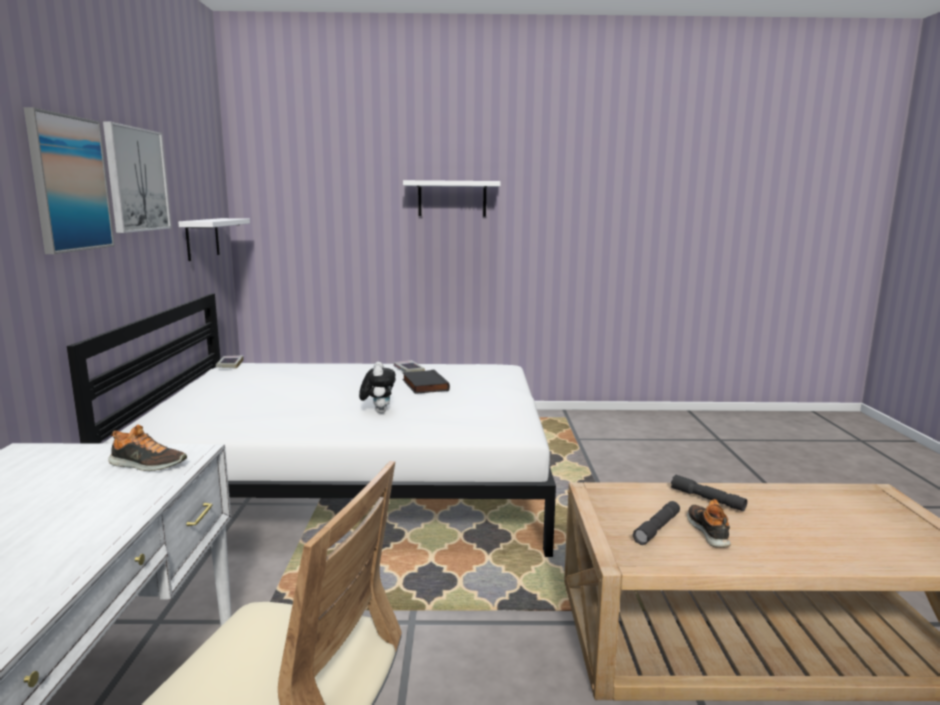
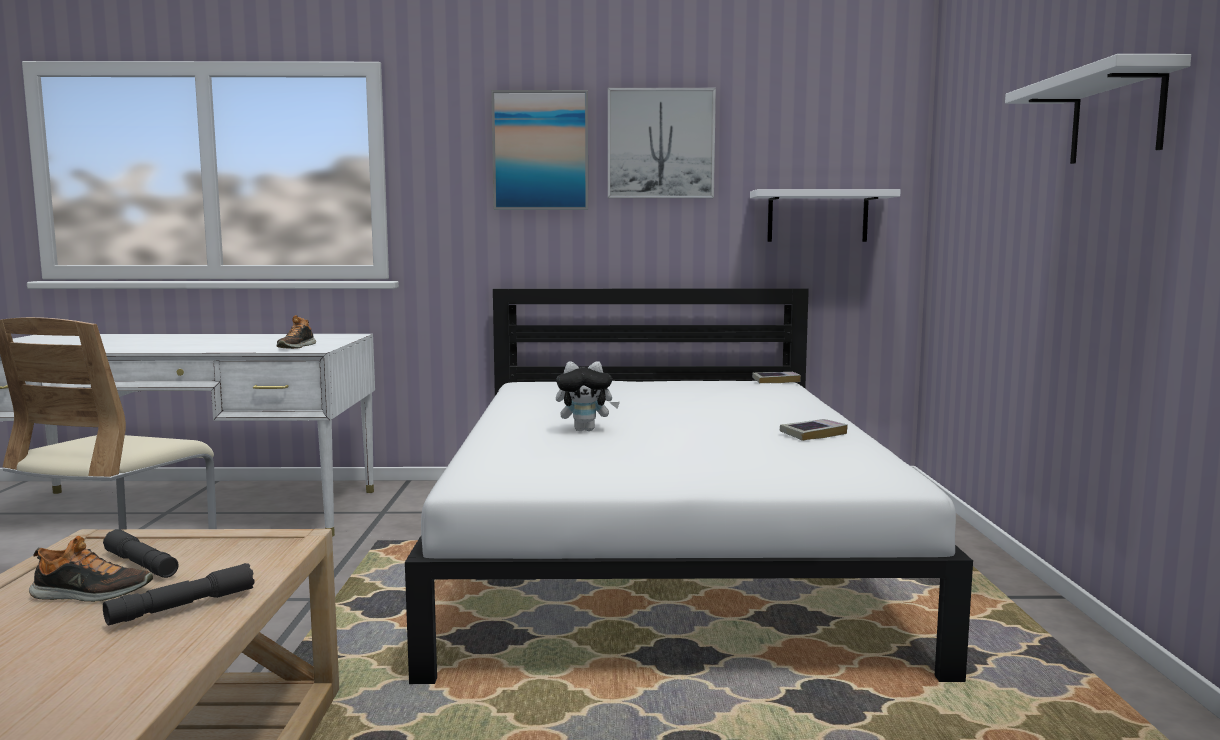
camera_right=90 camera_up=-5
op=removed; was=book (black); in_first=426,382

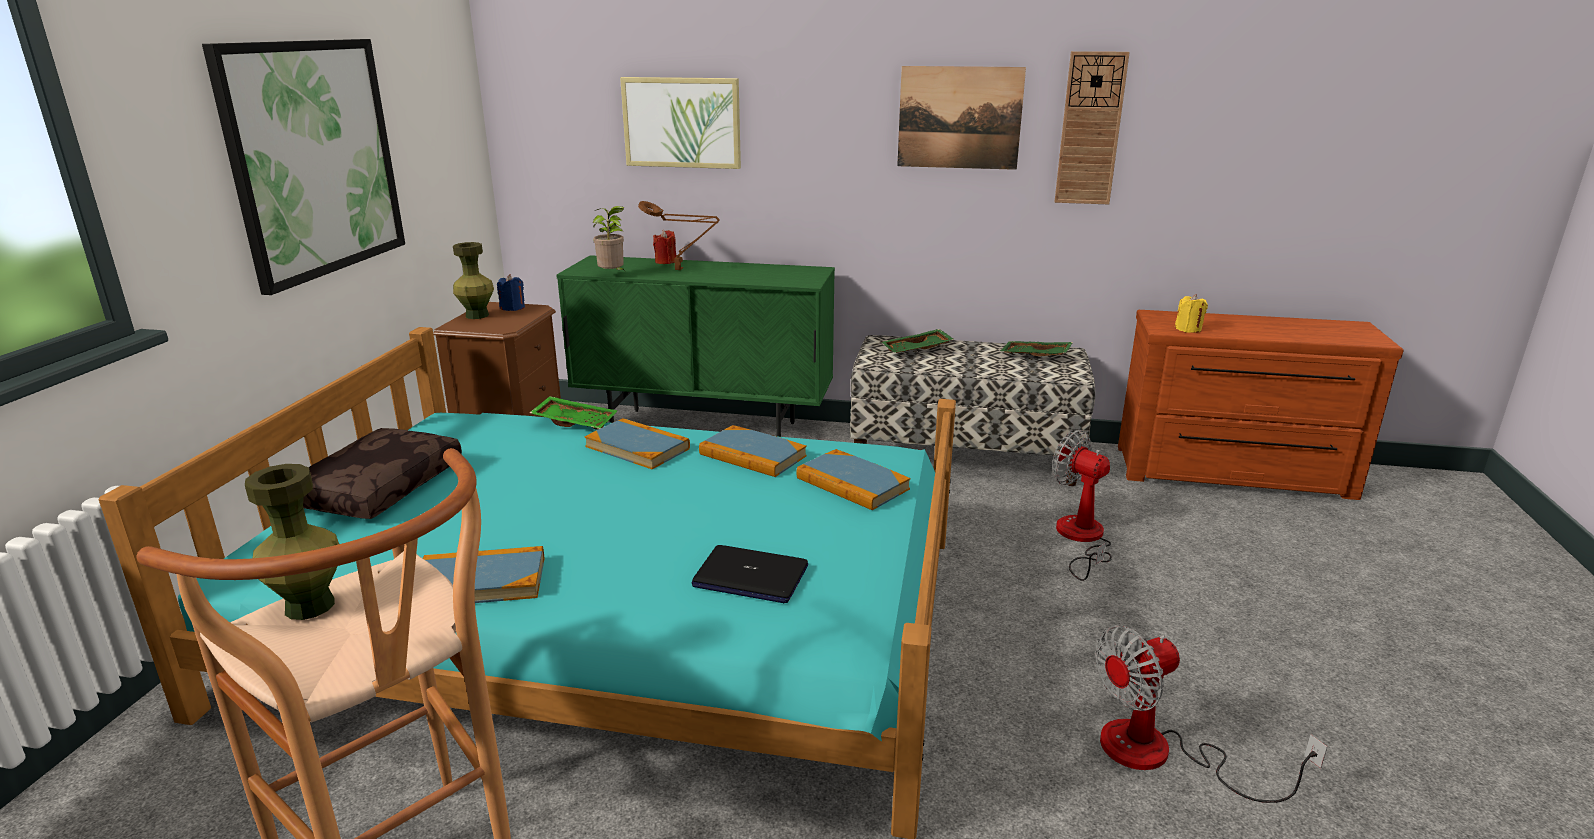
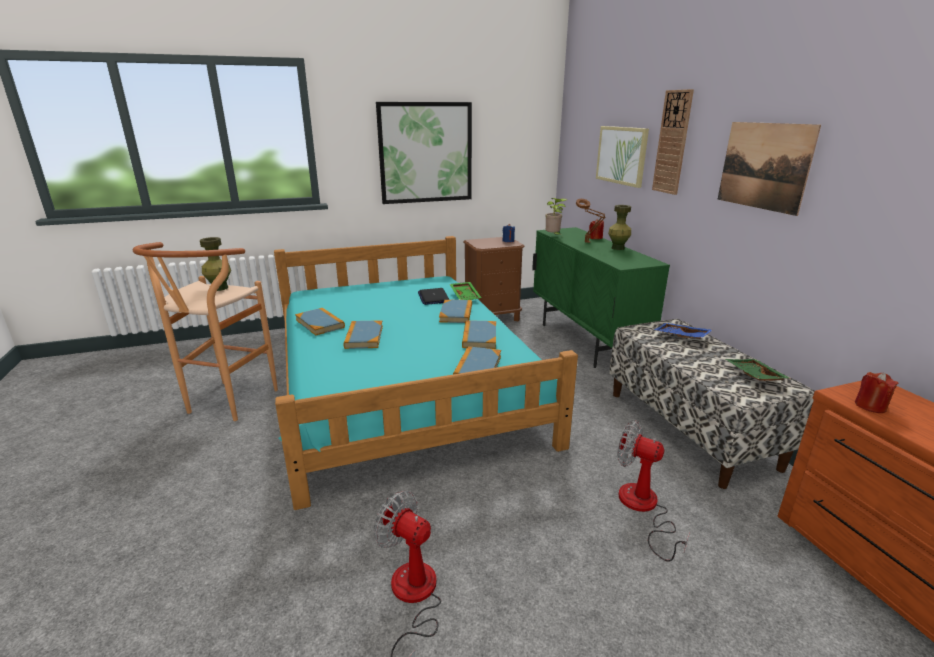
camera_right=60 camera_up=0
op=removed; was=pillow (brown); in_first=382,473
op=added; now=book; in_second=363,335
op=moved; was=vase (green); in_first=473,280; in_second=619,227
op=moved; was=laptop; in_first=749,574; in_second=433,296
op=moved; was=wall clock; in_first=1092,127; in_second=673,142
op=recoloured; was=tray (green); now=tray (blue); in_first=918,341; in_second=683,331
op=recoloured; was=candle (yellow); now=candle (red); in_first=1191,313; in_second=876,392
op=turned; was=fan; in_first=1082,505; in_second=653,491; clockwise=-75

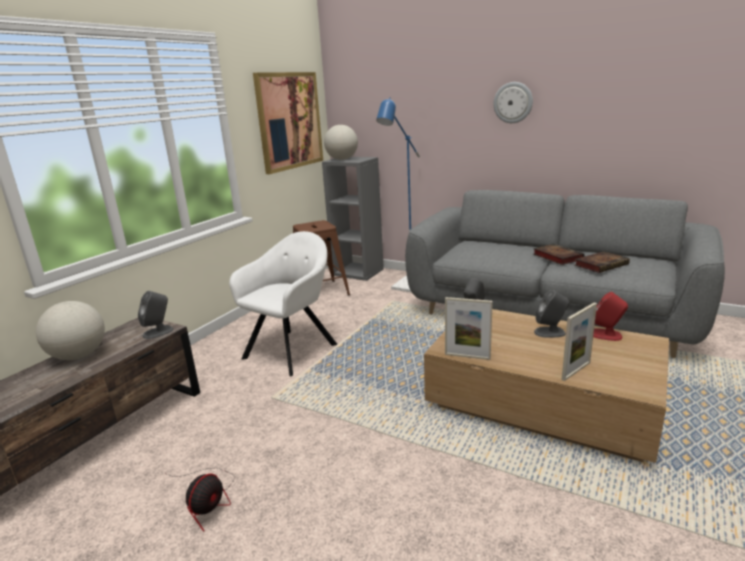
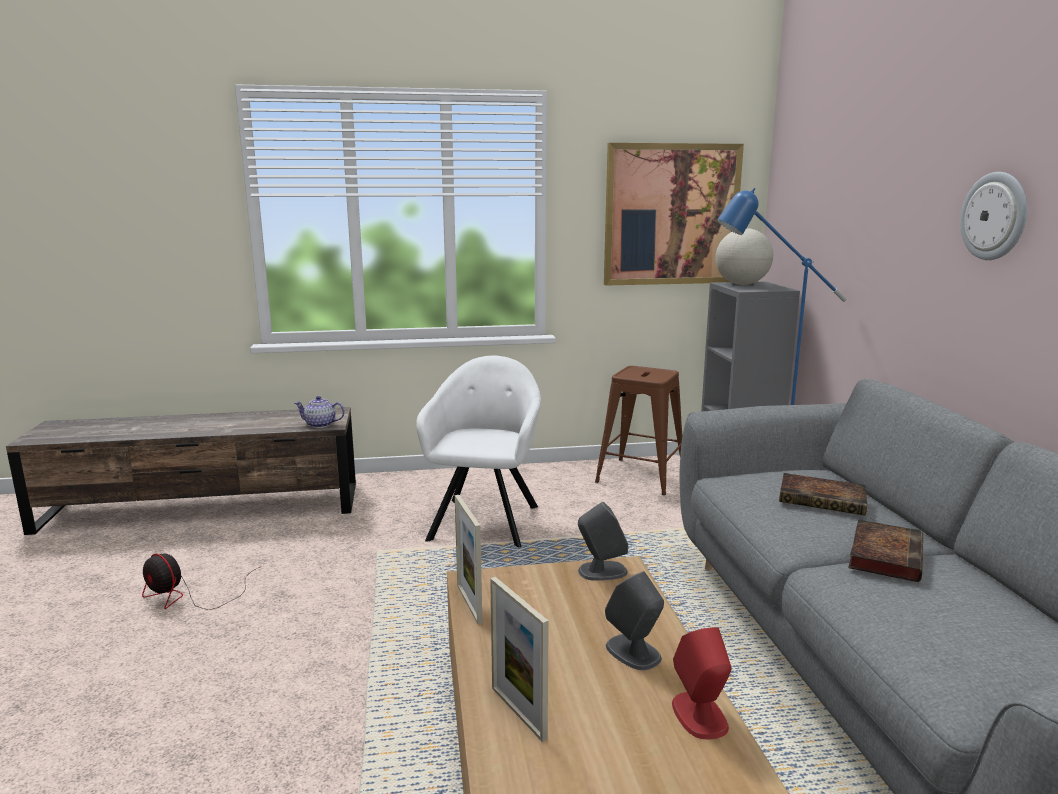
camera_right=50 camera_up=-5
op=removed; was=globe; in_first=70,330
op=moved; was=book; in_first=602,262; in_second=823,494
op=replaced; was=speaker (grey); now=teapot; in_first=156,315; in_second=320,412
op=turned; was=fan; in_first=200,499; in_second=202,581; clockwise=45
op=turned; was=armchair (white); in_first=283,303; in_second=478,451; clockwise=-75
op=turned; was=picture frame; in_first=579,341; in_second=519,659; clockwise=45

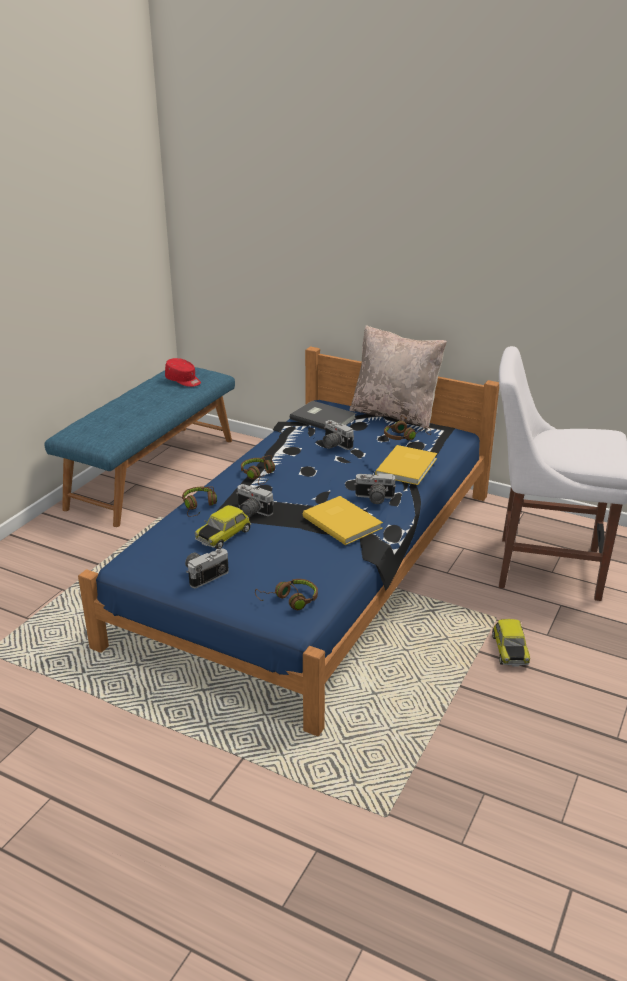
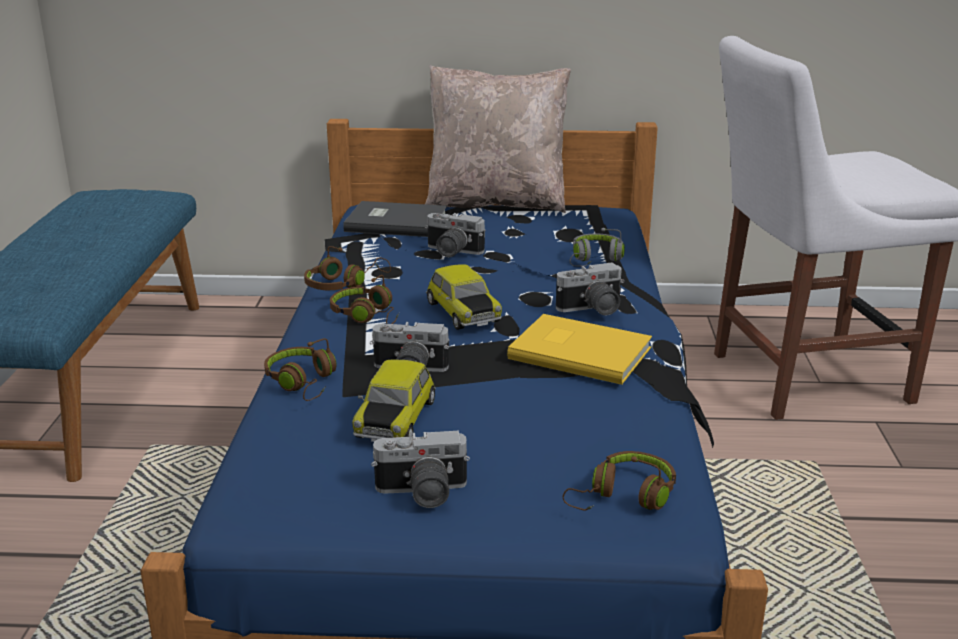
camera_right=-25 camera_up=-5
op=removed; was=cap (red); in_first=183,372
op=moved; was=headphones (brown); in_first=407,427; in_second=347,268
op=moved; was=toy car; in_first=511,642; in_second=464,297
op=replaced; was=book (yellow); now=headphones (grey); in_first=406,465; in_second=597,247
op=turned; was=photo camera; in_first=207,569; in_second=420,469; clockwise=-120

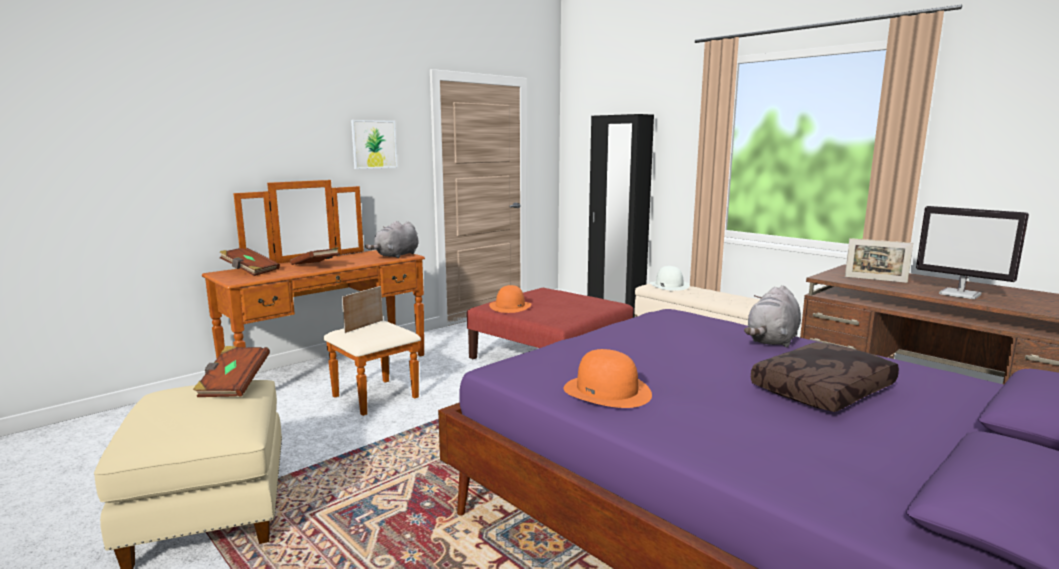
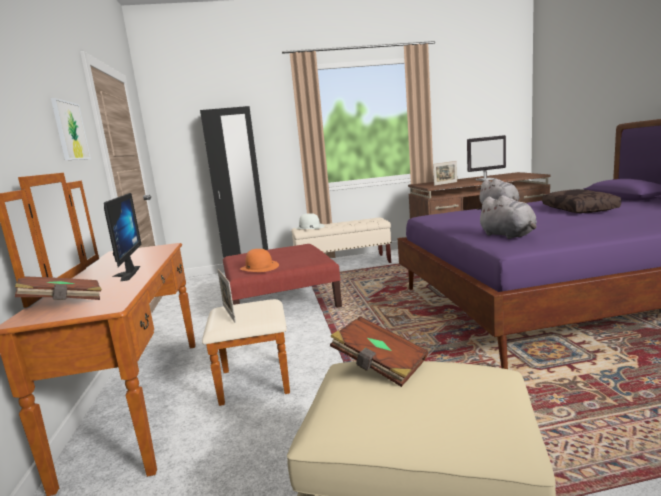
camera_right=-55 camera_up=0
op=removed; was=hat (orange); in_first=608,378
op=moved; was=plush toy (grey); in_first=391,239; in_second=507,217
op=replaced; was=book (brown); now=monitor; in_first=314,256; in_second=122,237

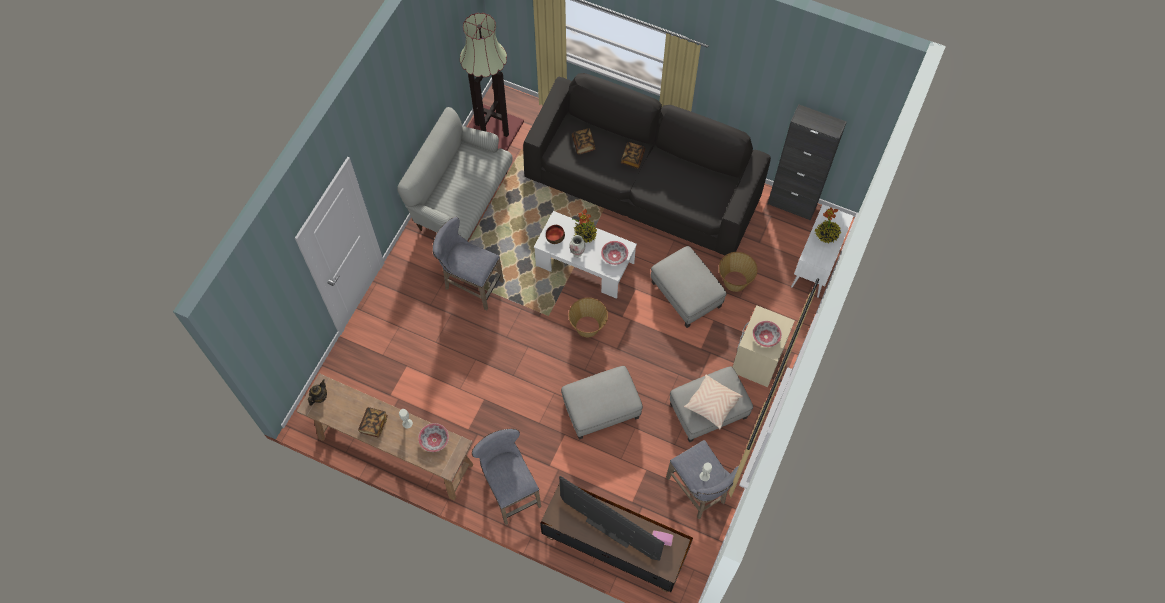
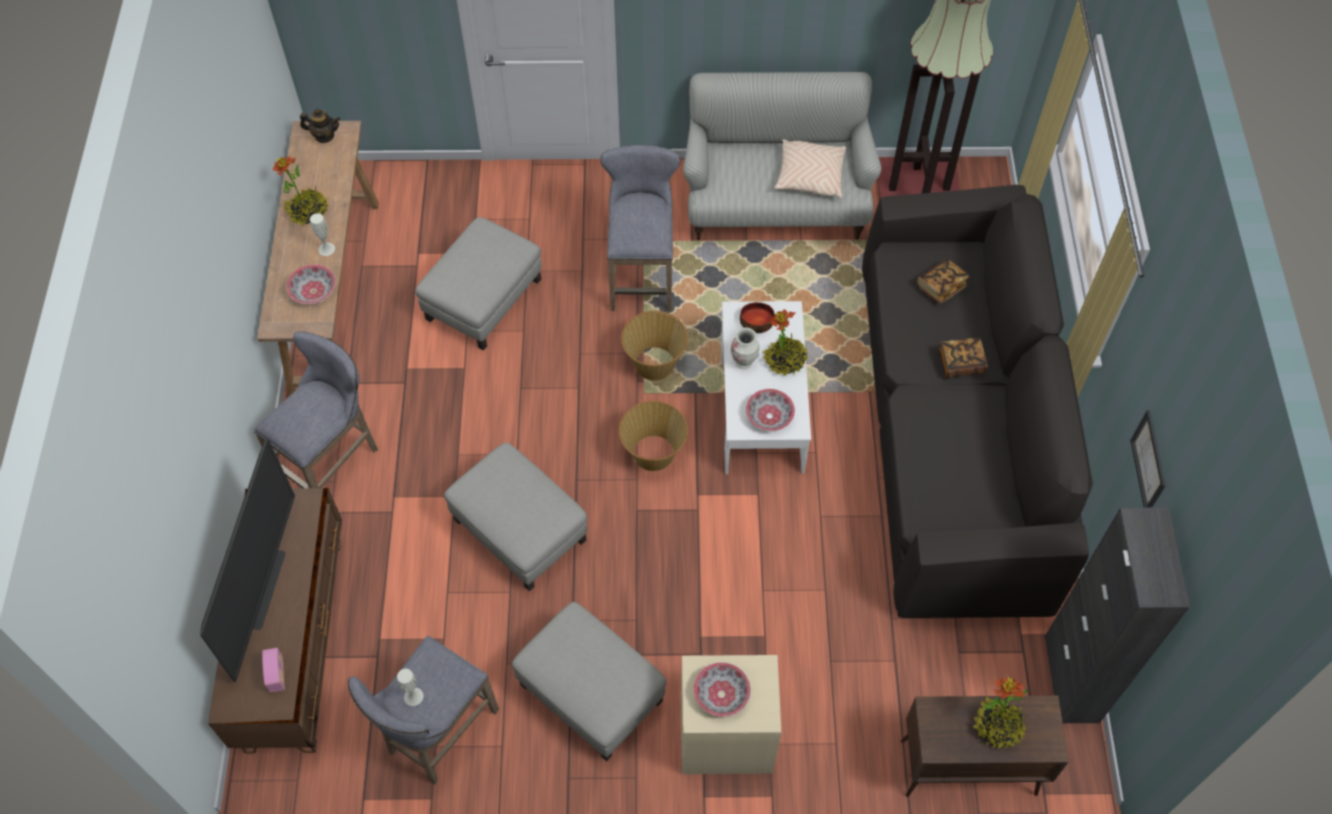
camera_right=65 camera_up=-5
op=added; now=picture; in_second=1148,458
op=moved; was=ottoman (grey); in_first=689,287; in_second=478,284
op=moved; was=pillow (beige); in_first=713,401; in_second=810,168
op=moved; was=basket; in_first=738,272; in_second=654,345
op=replaced; was=book; now=potted plant; in_first=373,422; in_second=300,191
op=recoloured; was=cabinet (white); now=cabinet (brown); in_first=822,251; in_second=985,746

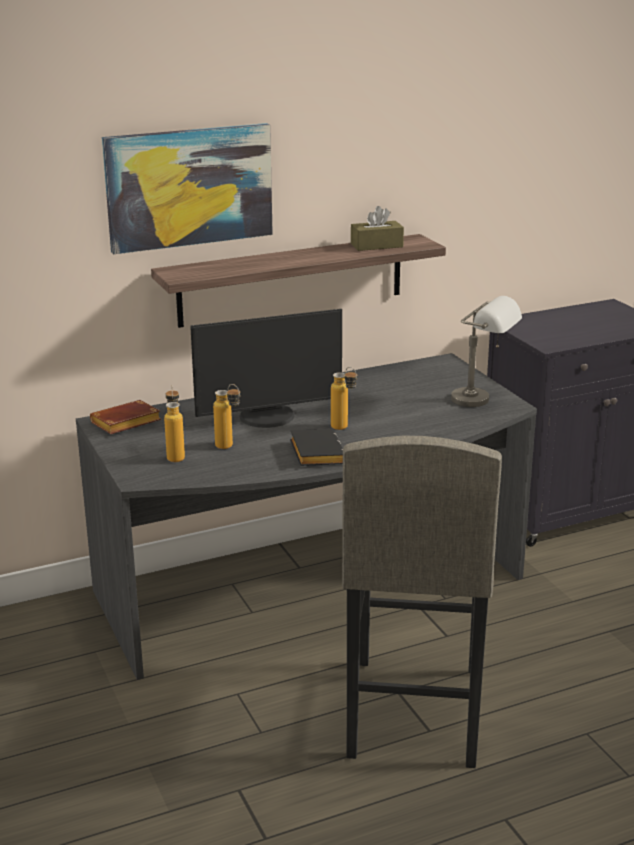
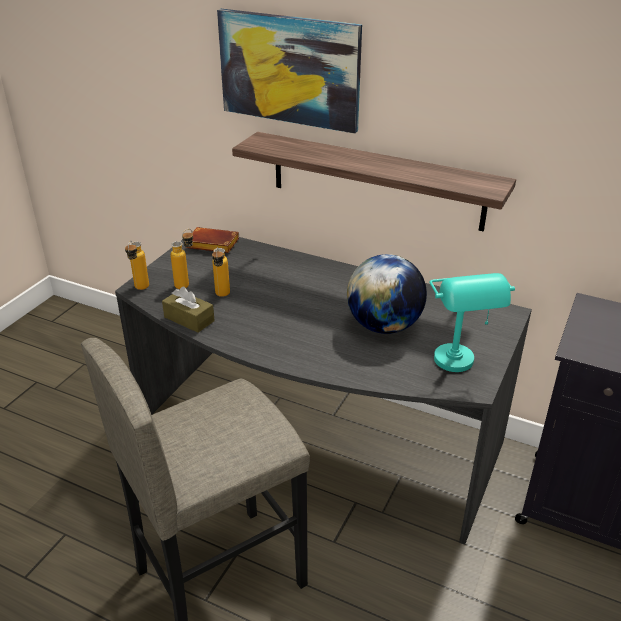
camera_right=50 camera_up=10
op=removed; was=monitor; in_first=266,368
op=removed; was=book (black); in_first=316,447
op=added; now=globe; in_second=387,294
op=moved; was=bottle; in_first=344,398; in_second=137,265
op=moved; was=tissue box (brown); in_first=377,228; in_second=188,309
op=recoloured; was=table lamp (grey); now=table lamp (turquoise); in_first=486,351; in_second=472,322

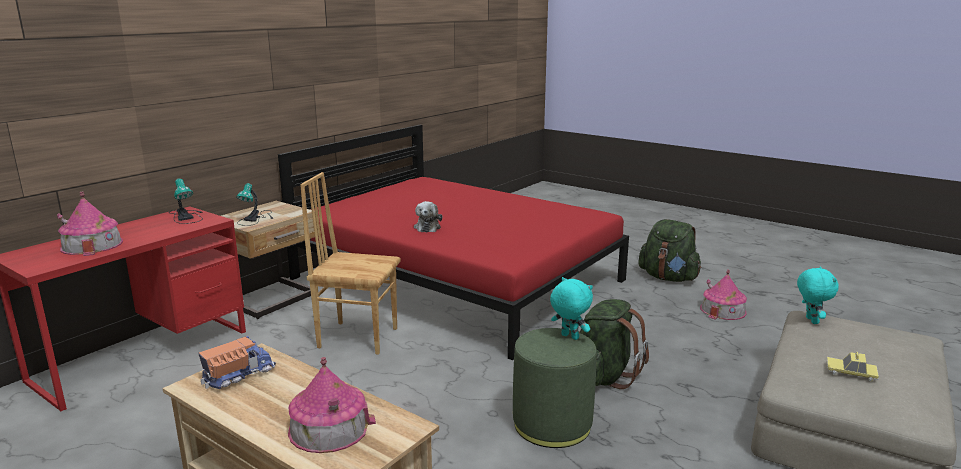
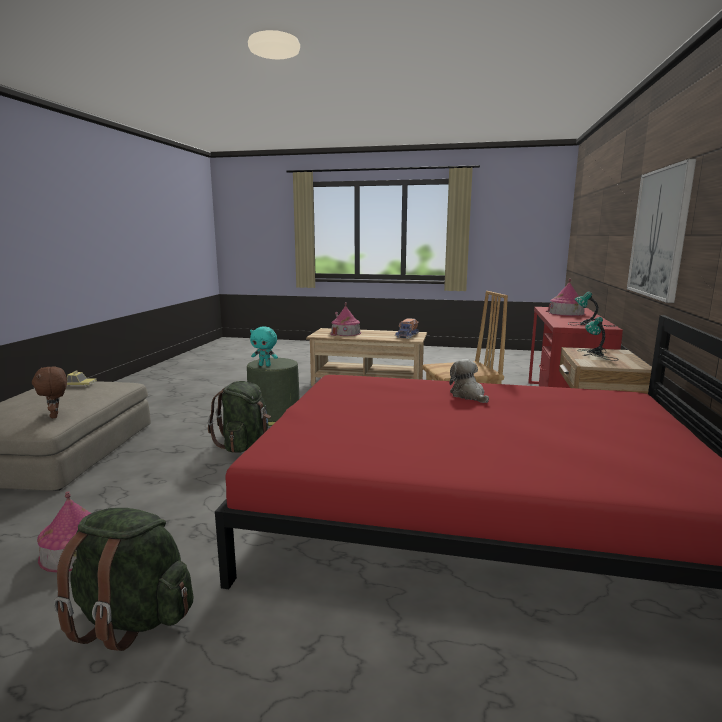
camera_right=155 camera_up=-5
op=added; now=picture; in_second=661,231
op=recoloured; was=plush toy (turquoise); now=plush toy (brown); in_first=817,295; in_second=49,392

